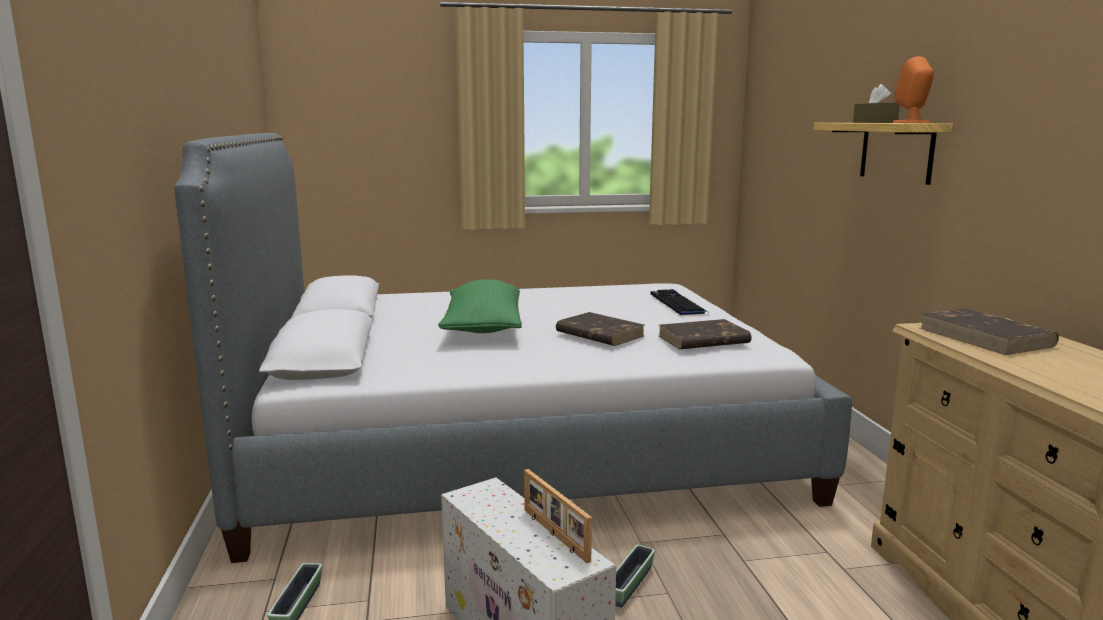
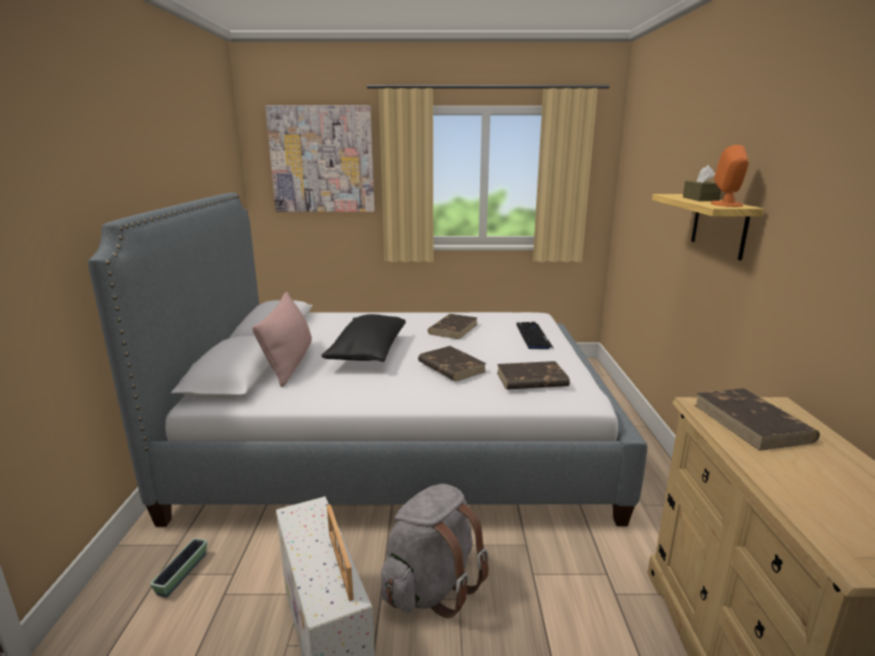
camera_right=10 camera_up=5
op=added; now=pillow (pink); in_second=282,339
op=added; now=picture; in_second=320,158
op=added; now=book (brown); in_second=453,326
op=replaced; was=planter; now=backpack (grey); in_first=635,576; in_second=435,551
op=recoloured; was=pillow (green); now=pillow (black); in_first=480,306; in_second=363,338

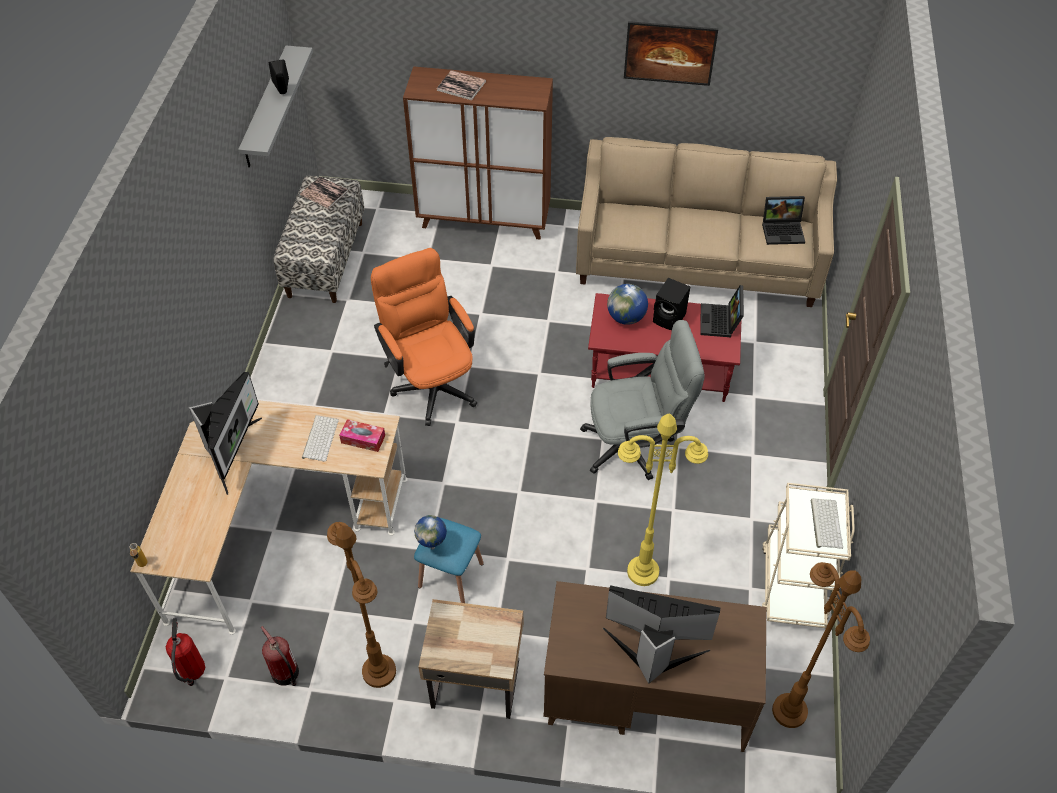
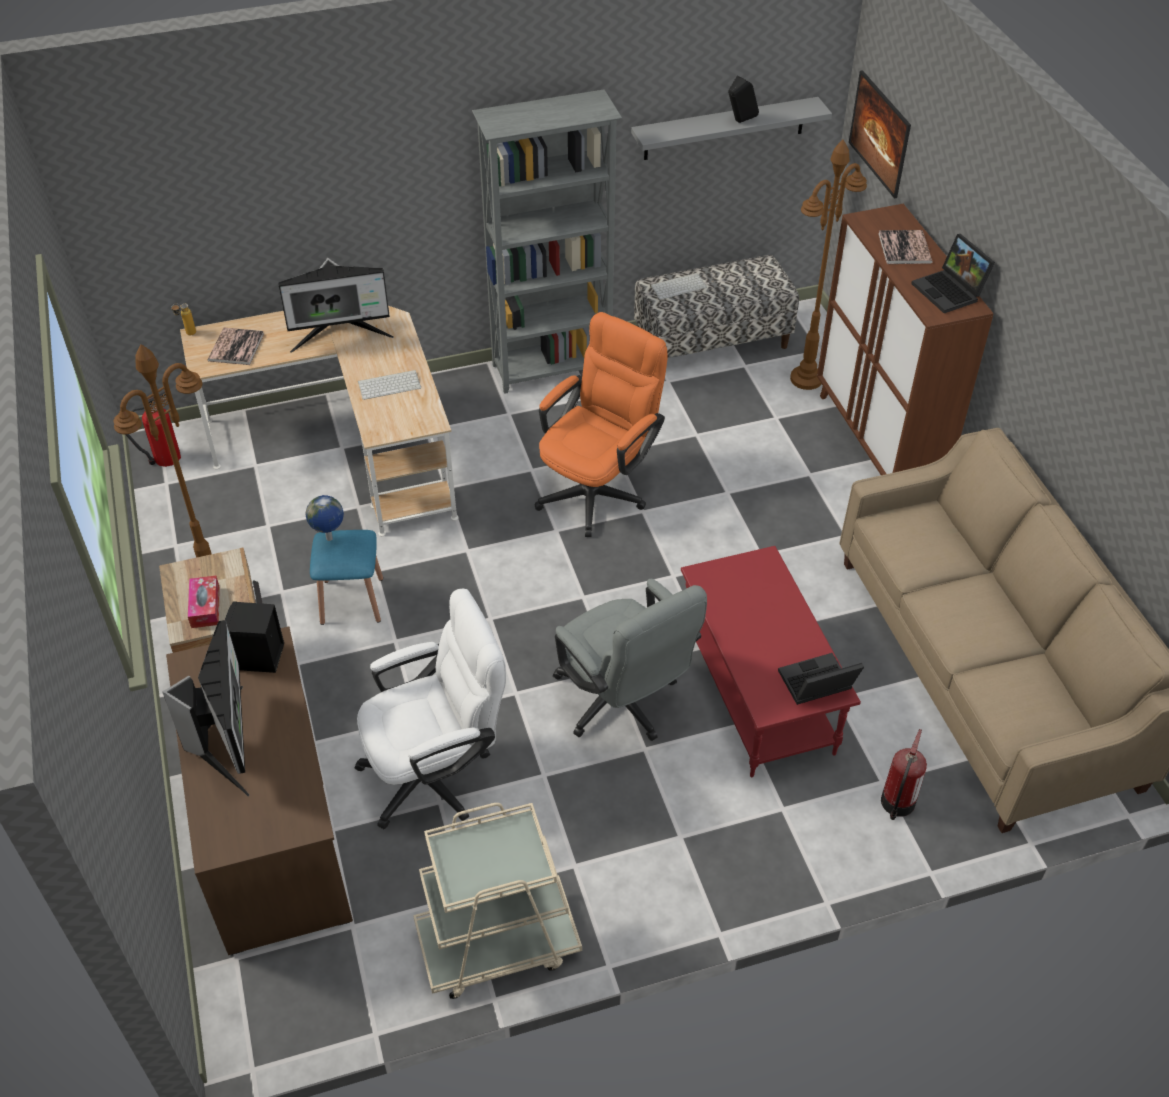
camera_right=65 camera_up=-5
op=removed; was=globe; in_first=627,304
op=added; now=bookcase (grey); in_second=547,241
op=moved; was=fire extinguisher; in_first=280,656; in_second=904,774
op=moved; was=book; in_first=324,192; in_second=235,346
op=moved; was=tissue box; in_first=362,435; in_second=204,602
op=moved; was=picture; in_first=671,53; in_second=880,134
op=moved; was=speaker (black); in_first=672,304; in_second=254,637
op=moved; was=laptop; in_first=783,220; in_second=953,273
op=moved; was=floor lamp (brown); in_first=821,645; in_second=828,265
op=moved; was=keyboard; in_first=827,523; in_second=678,286
op=replaced; was=floor lamp (yellow); now=office chair (white); in_first=663,499; in_second=430,709

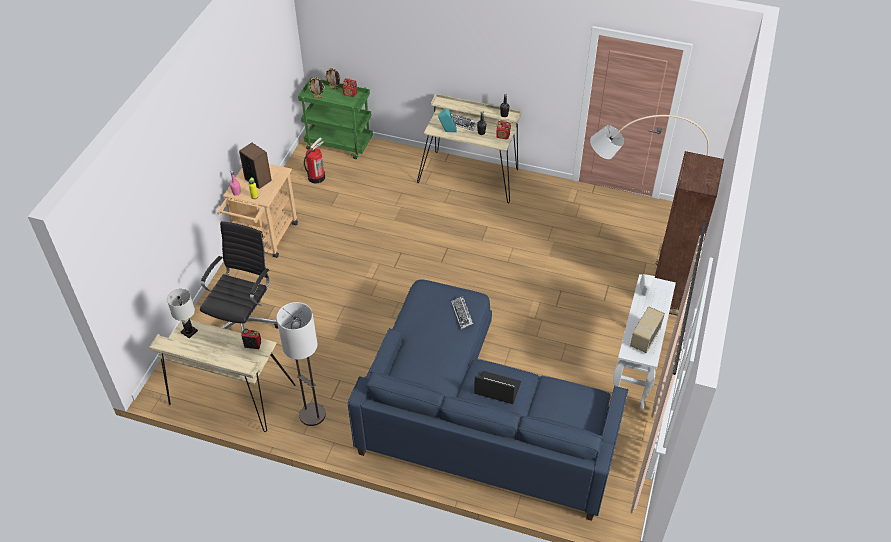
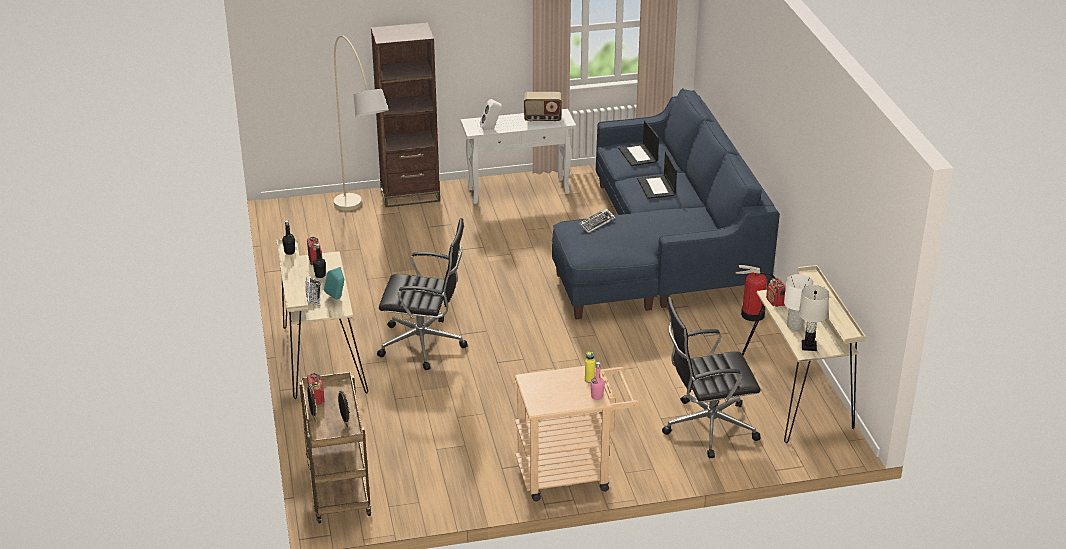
camera_right=-120 camera_up=-15
op=removed; was=speaker; in_first=255,166
op=removed; was=floor lamp; in_first=301,364
op=added; now=office chair (black); in_second=422,294
op=added; now=laptop; in_second=638,143
op=added; now=table lamp (white); in_second=798,302
op=moved; was=fire extinguisher; in_first=314,161; in_second=756,293
op=recoloured; was=cart (green); now=cart (brown); in_first=335,118; in_second=335,447

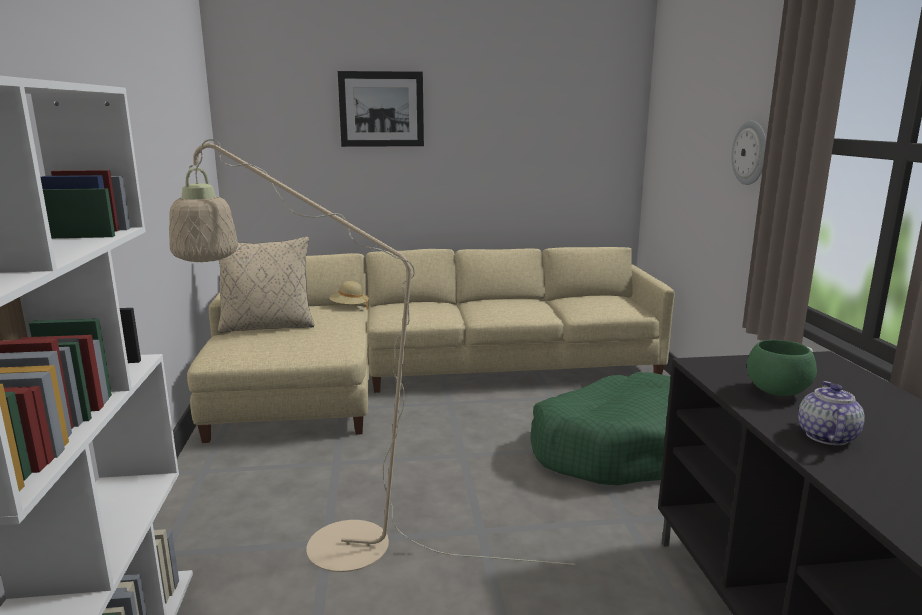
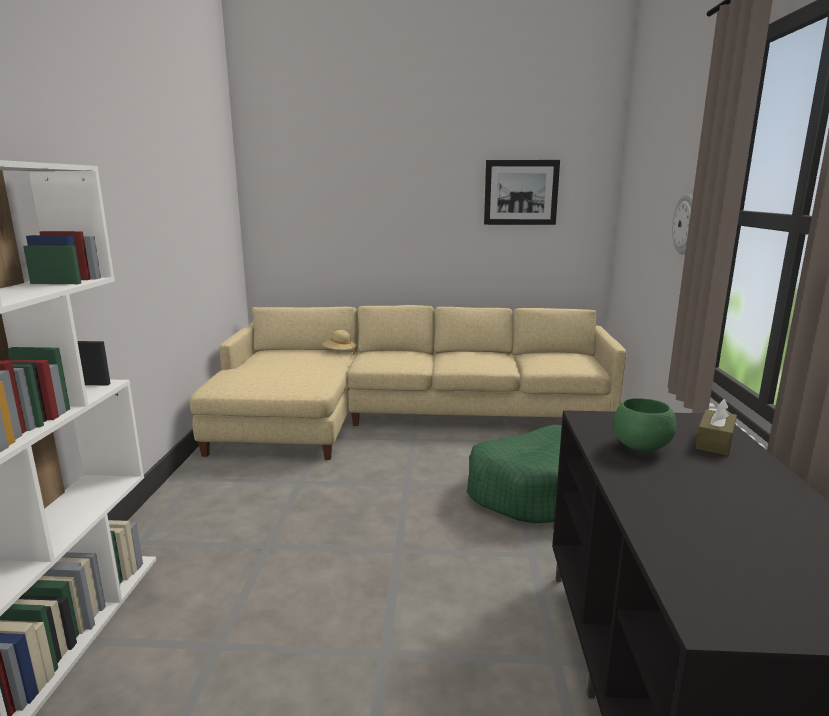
camera_right=10 camera_up=0
op=removed; was=floor lamp (beige); in_first=372,355
op=removed; was=pillow (beige); in_first=266,285
op=removed; was=teapot; in_first=831,413
op=added; now=tissue box (brown); in_second=716,427
op=moved; was=picture; in_first=381,109; in_second=522,192

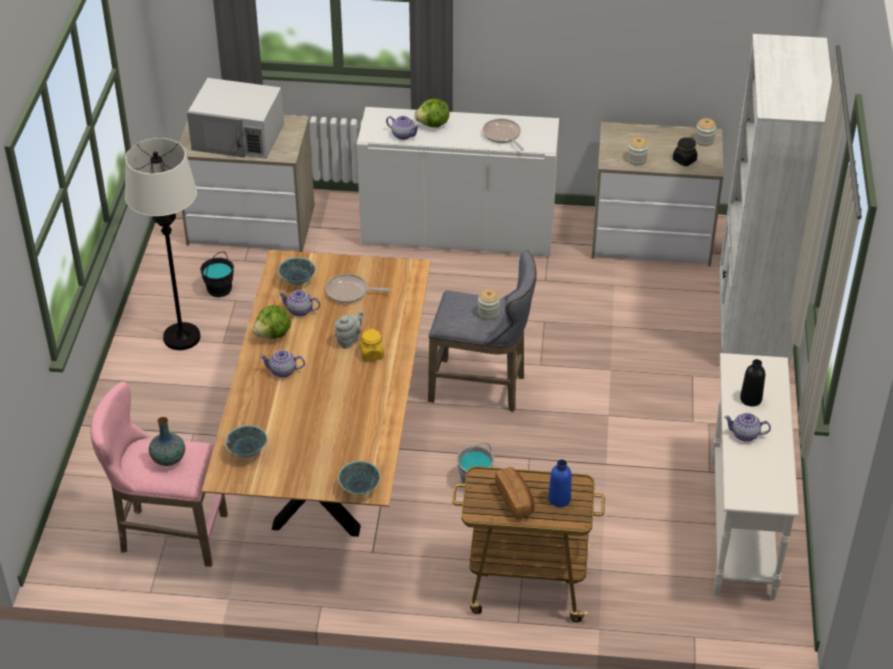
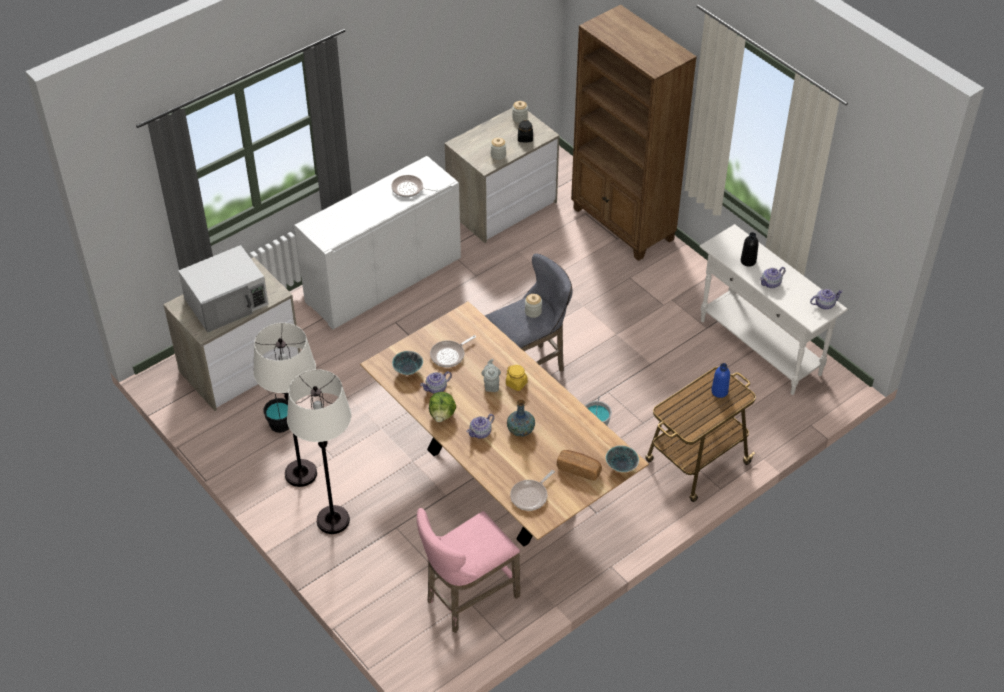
camera_right=-45 camera_up=5
op=removed; was=lettuce; in_first=431,113
op=added; now=floor lamp (white); in_second=319,451
op=moved; was=vase; in_first=167,441; in_second=521,418
op=moved; was=teapot; in_first=403,128; in_second=826,299
op=moved; was=bread; in_first=515,493; in_second=579,465
op=replaced; was=bowl; now=frying pan; in_first=246,441; in_second=532,490
op=recoloured; was=bookcase (white); now=bookcase (brown); in_first=775,199; in_second=634,132

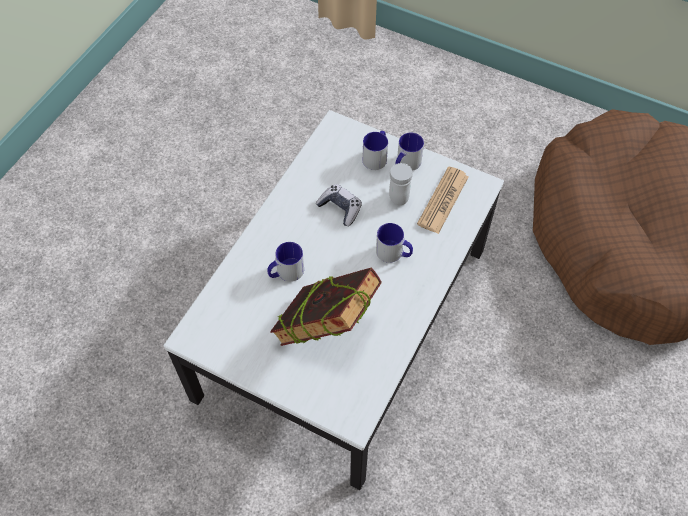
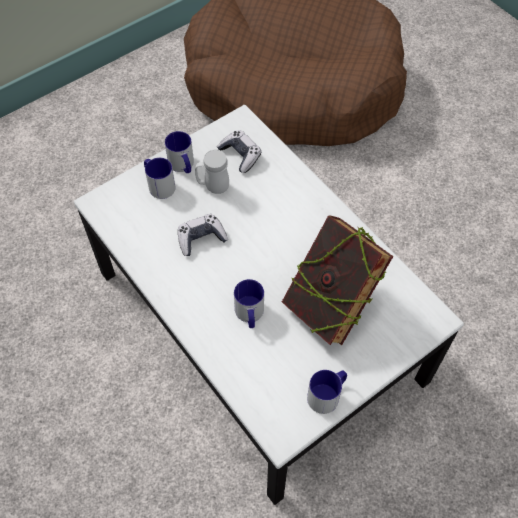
camera_right=-65 camera_up=0
op=moved; was=mug; in_first=394,243; in_second=327,392
op=replaced; was=newspaper; now=game controller; in_first=443,200; in_second=239,151

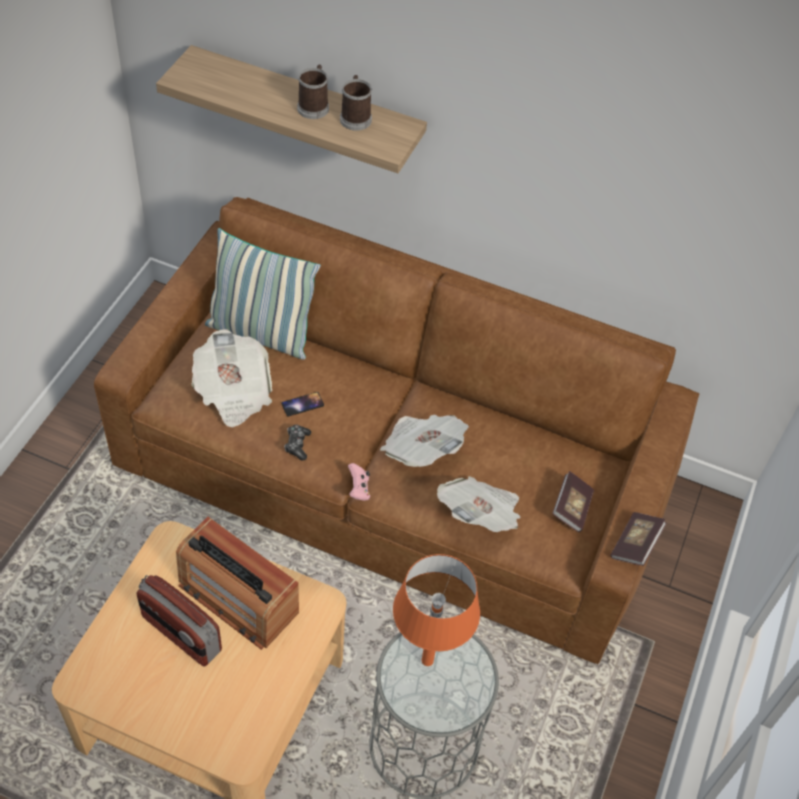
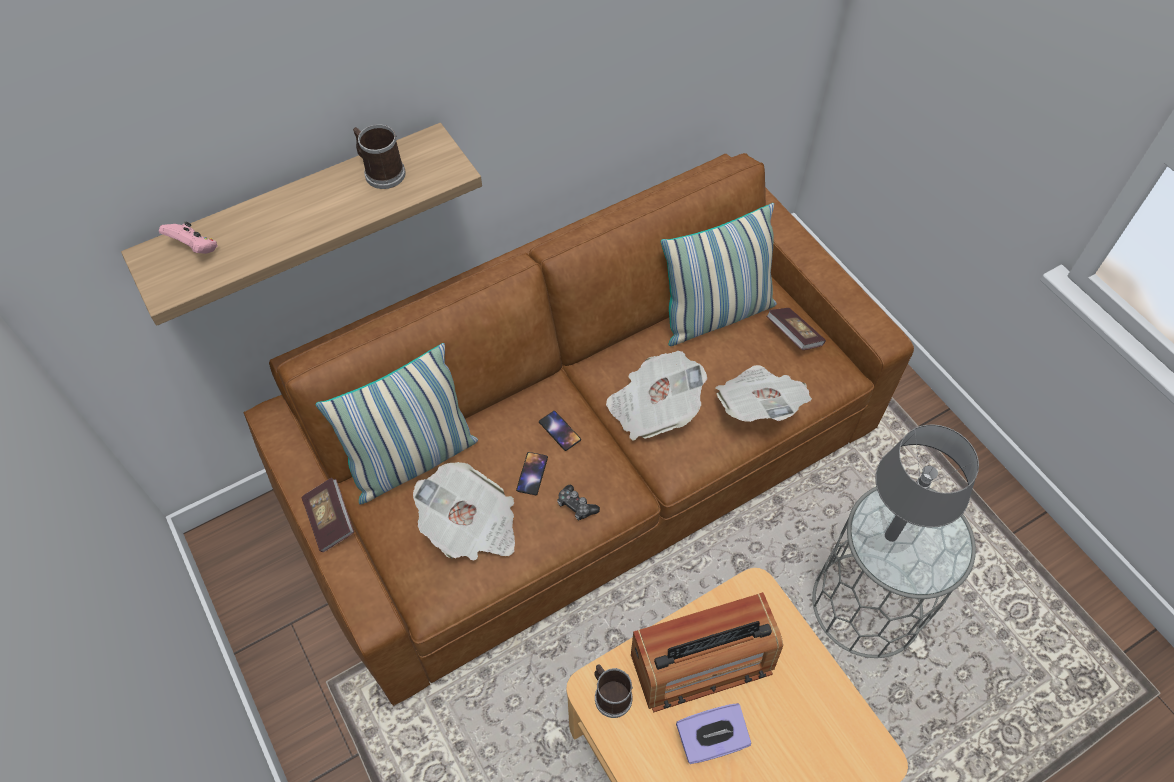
camera_right=-50 camera_up=5
op=added; now=phone; in_second=560,431
op=added; now=pillow; in_second=719,274
op=moved; was=mug; in_first=313,92; in_second=613,691
op=moved; was=game controller (pink); in_first=359,482; in_second=188,238
op=moved; was=book; in_first=638,539; in_second=328,515
op=replaced; was=radio; now=tissue box (purple); in_first=179,620; in_second=713,733
op=recoloured; was=table lamp (orange); now=table lamp (grey); in_first=436,610; in_second=927,483

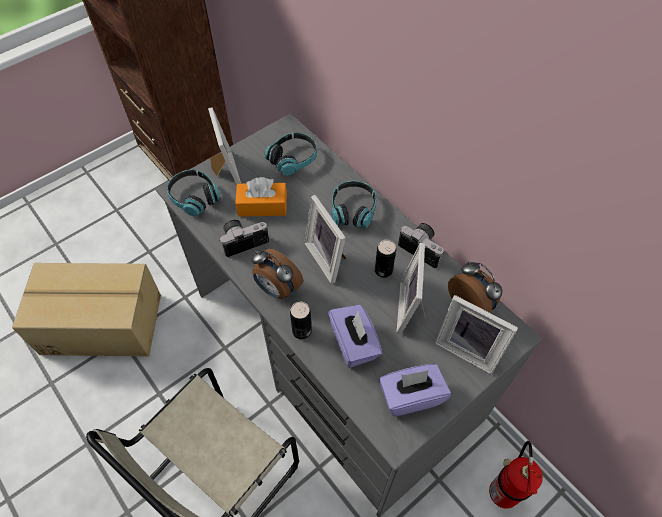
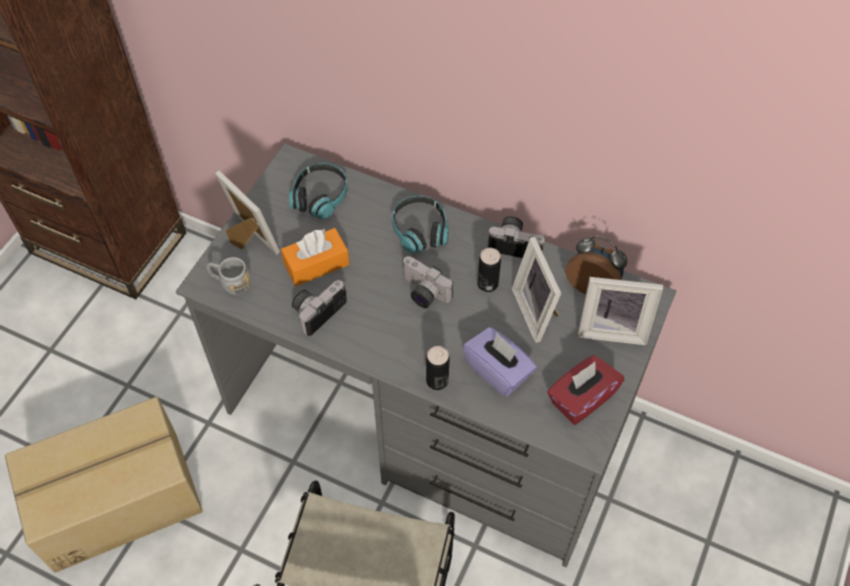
camera_right=-25 camera_up=0
op=removed; was=alarm clock; in_first=277,274
op=removed; was=fire extinguisher; in_first=516,475
op=replaced; was=headphones; now=mug (grey); in_first=194,193; in_second=228,276
op=replaced; was=picture frame; now=photo camera; in_first=325,239; in_second=427,282
op=recoloured; was=tissue box (purple); now=tissue box (red); in_first=415,390; in_second=585,390

